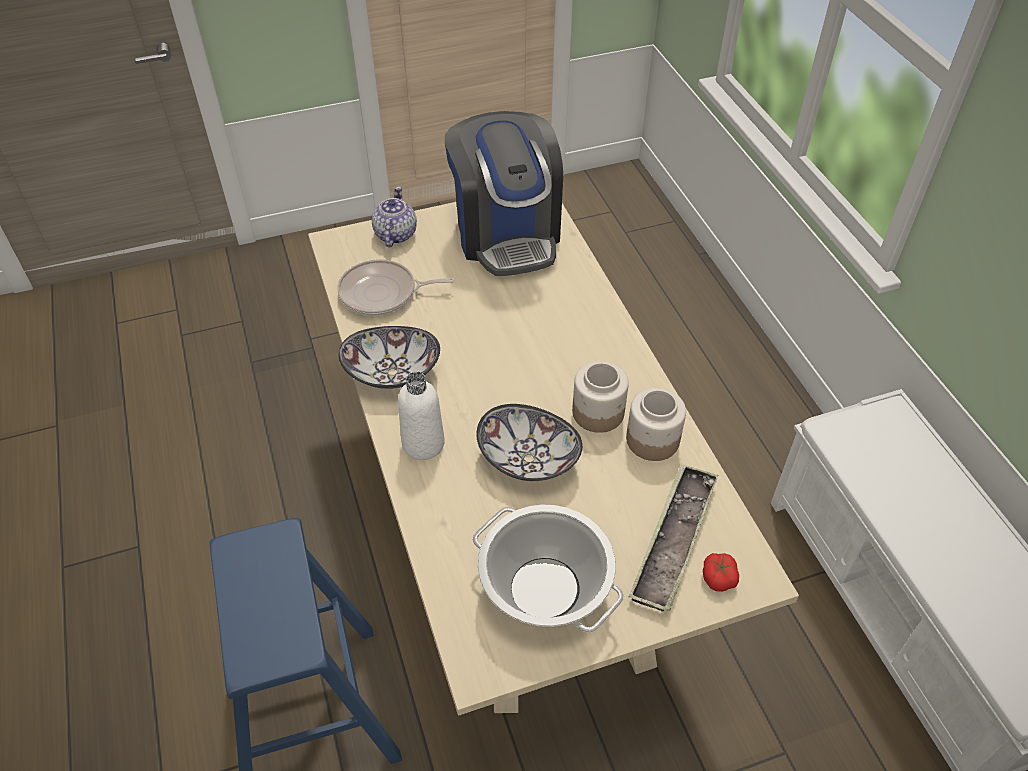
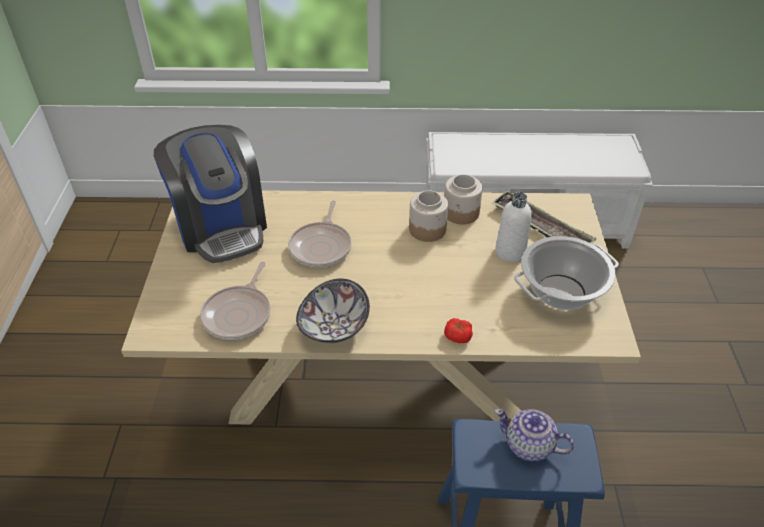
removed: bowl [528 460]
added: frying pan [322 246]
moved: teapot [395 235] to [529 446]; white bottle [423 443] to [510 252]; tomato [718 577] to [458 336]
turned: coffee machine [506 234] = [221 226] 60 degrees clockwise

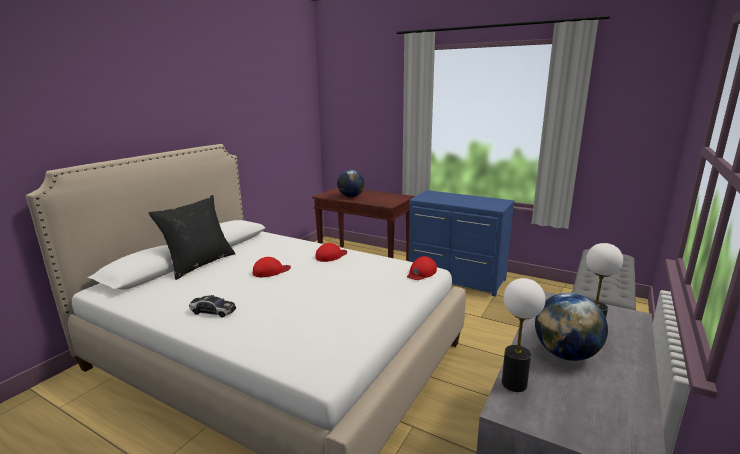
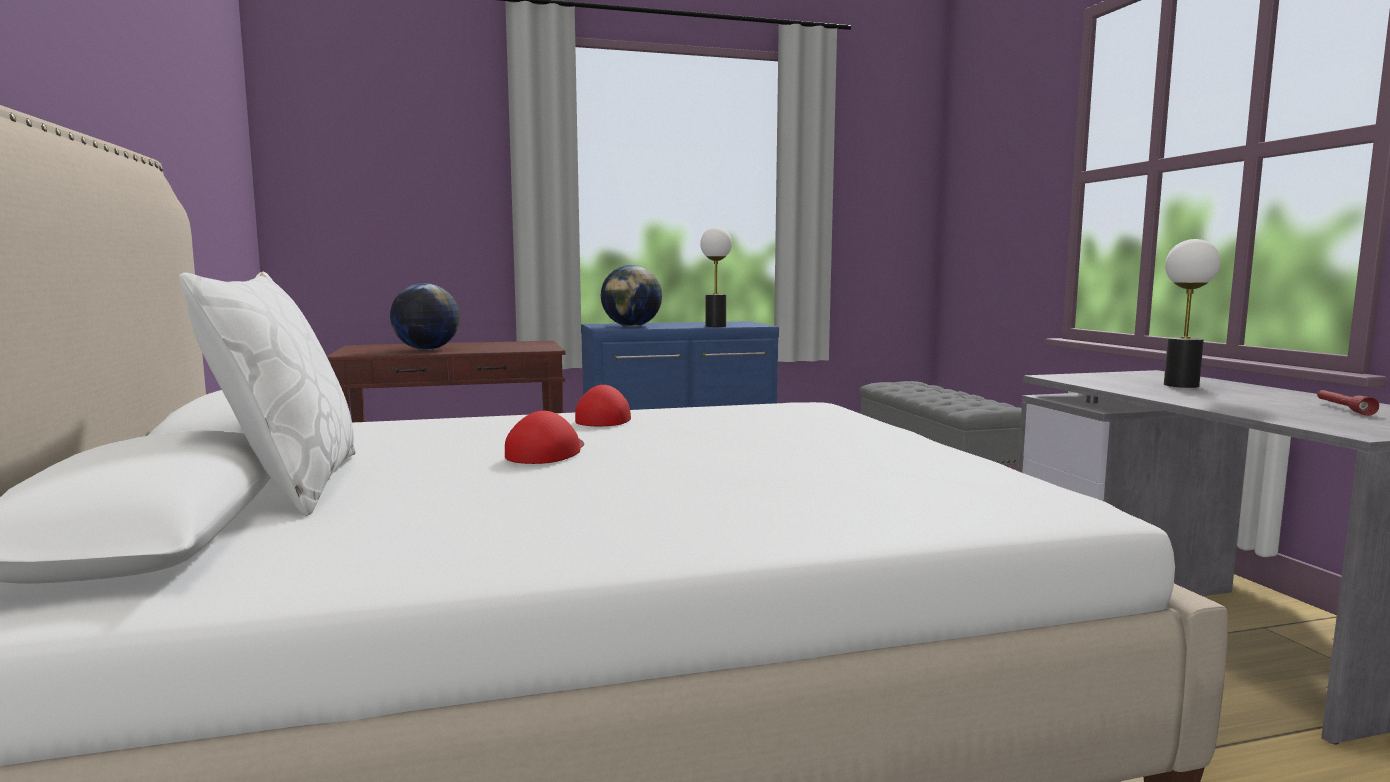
removed: toy car [213 311]; red cap [421 273]
added: red flashlight [1343 409]
moved: table lamp [513 383] to [715 326]; globe [566 354] to [632 326]
recoloured: black pillow [199 264] to white pillow [290 484]

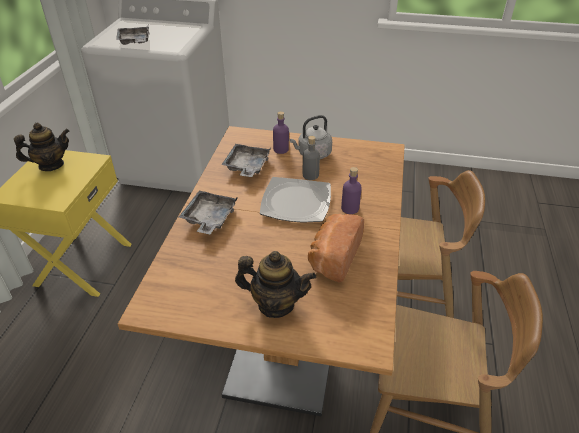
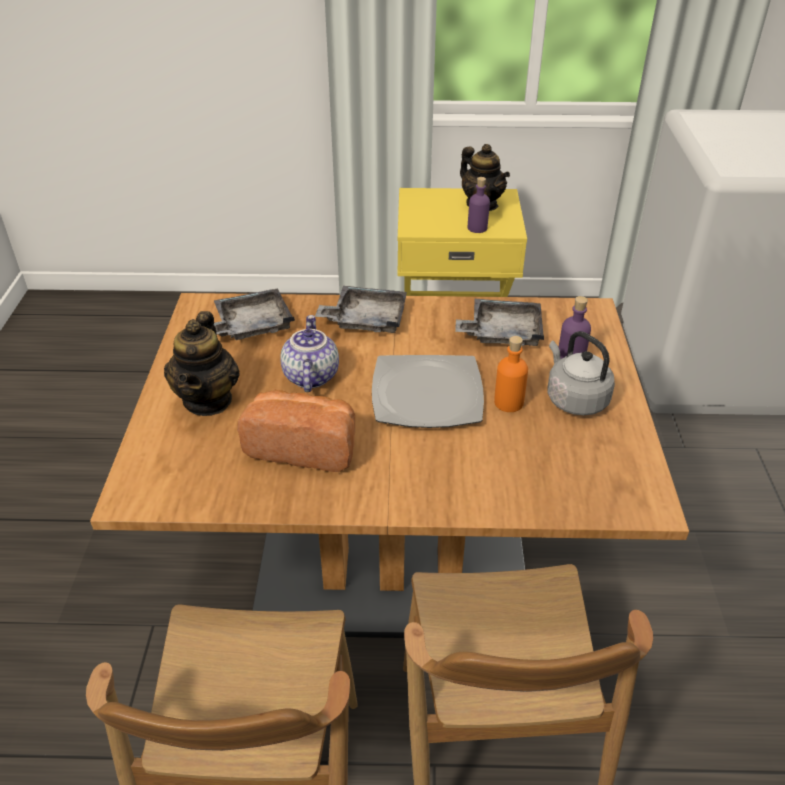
added: teapot [309 376]
moved: grey tray [134 41] to [251 326]; purple bottle [350 208] to [477 228]
recoloured: grey bottle [310 175] to orange bottle [508 402]

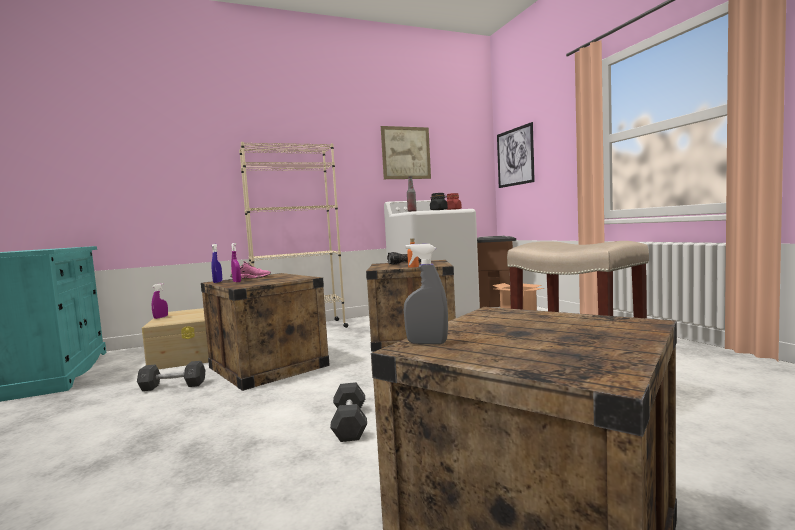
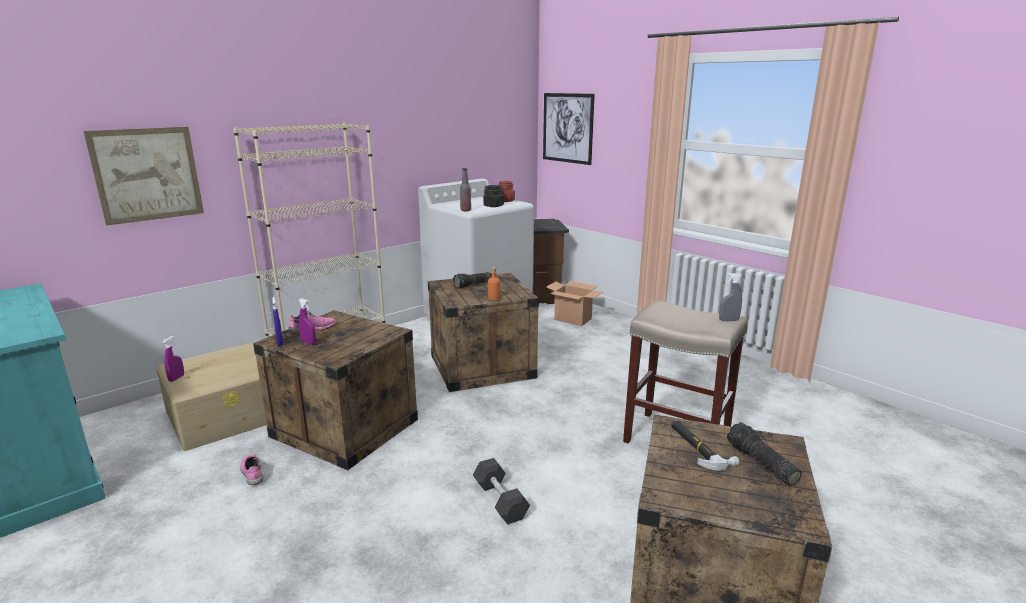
added: hammer [698 447]; flashlight [760 463]
moved: picture [406 153] to [147 174]; grey spray bottle [427 343] to [728 320]
replaced: grey dumbbell [173 386] to pink shoe [251 473]

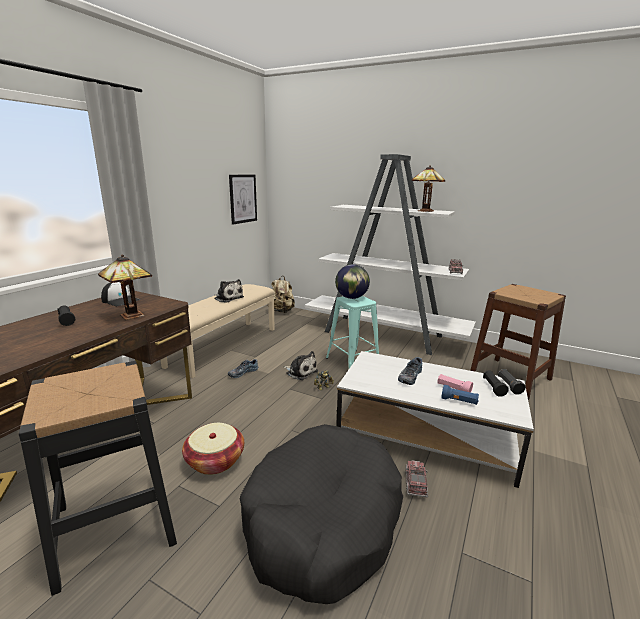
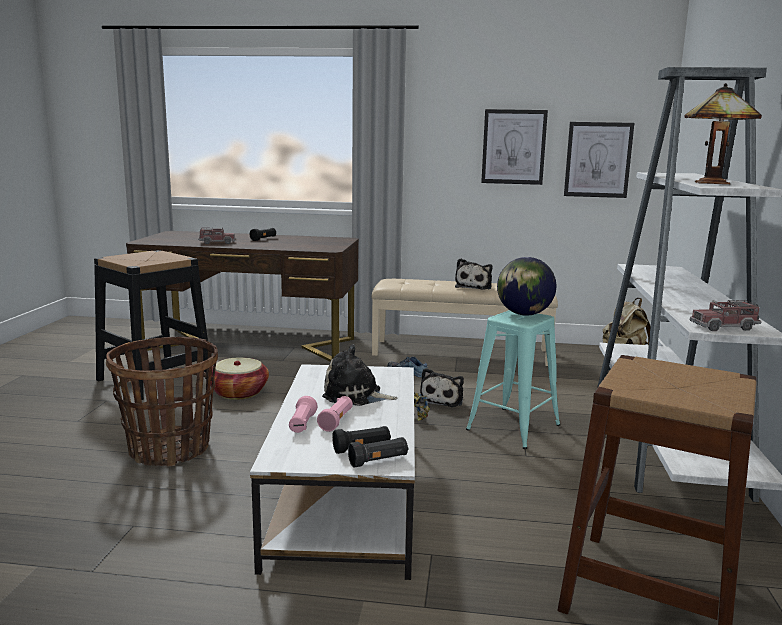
removed: table lamp [131 316]; cap [121 300]
added: picture [513 147]
moved: toy truck [415 483] to [217 242]
replaced: black dog bed [323 520] to basket [170 449]; shoe [409 376] to plush toy [355 395]
recoloured: blue flashlight [459 401] to pink flashlight [302 425]

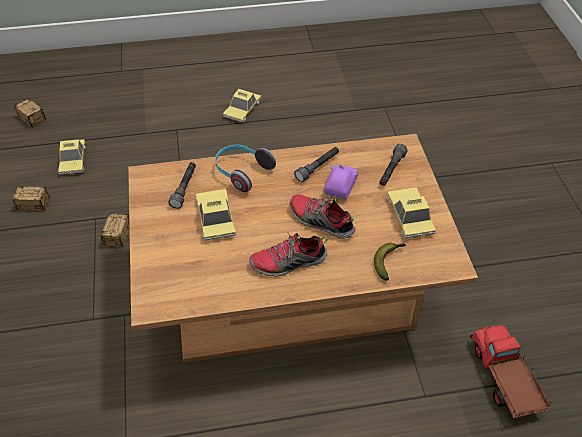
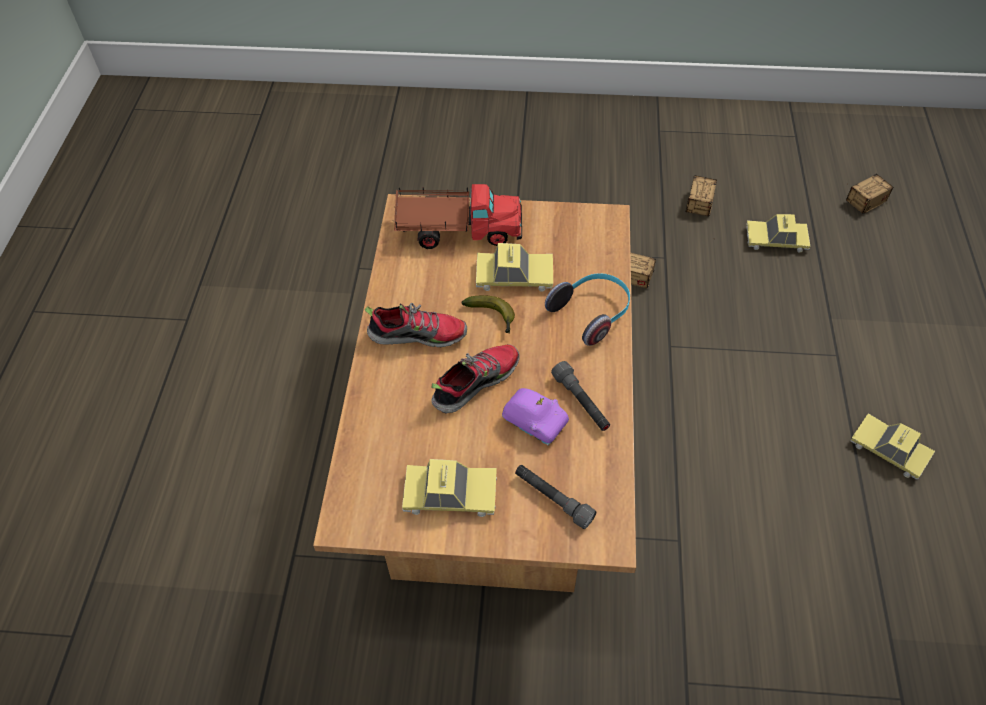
removed: grey flashlight [184 188]
moved: banana [388 261] to [493 317]; toy truck [504 379] to [457 229]
turned: shoe [288 263] = [418 334] 90 degrees clockwise

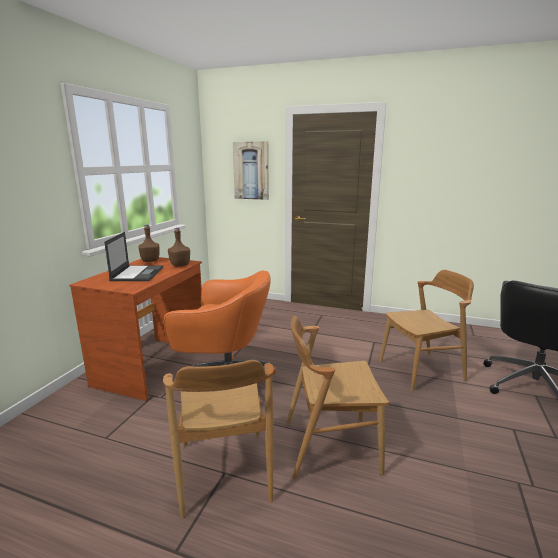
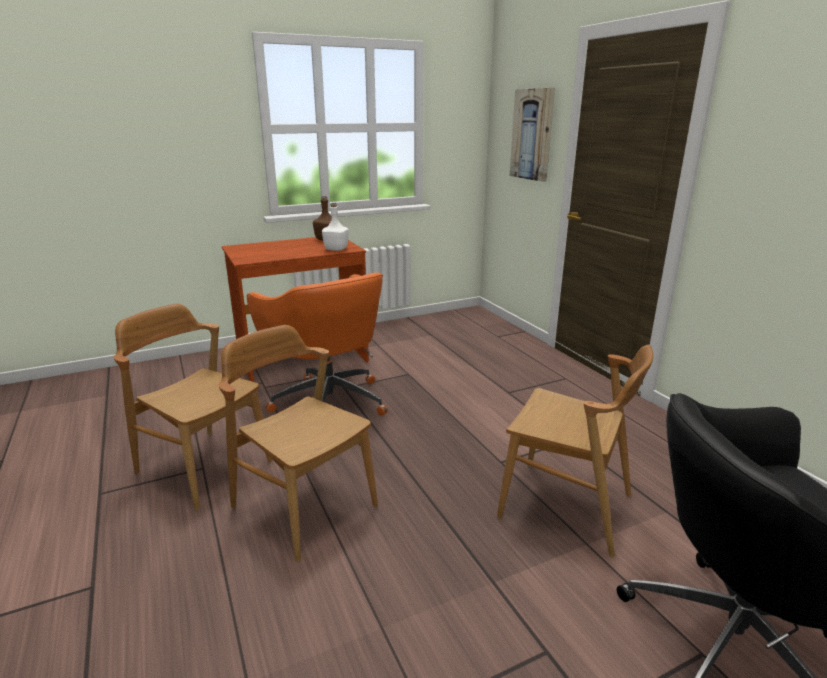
removed: laptop [137 273]
recoloured: brown bottle [180 265] to white bottle [336 249]
turned: brown chair [224 471] = [204 467] 90 degrees clockwise

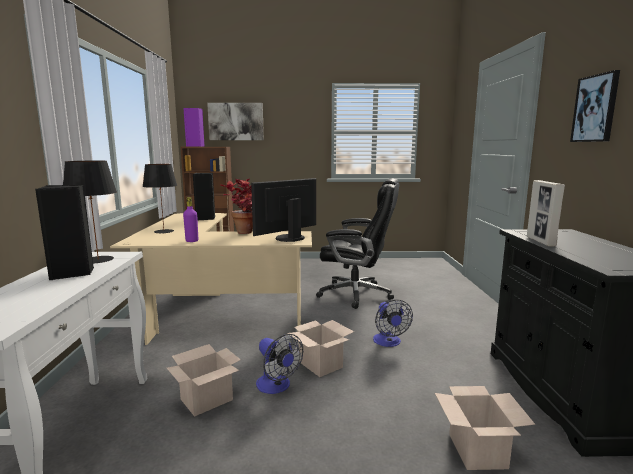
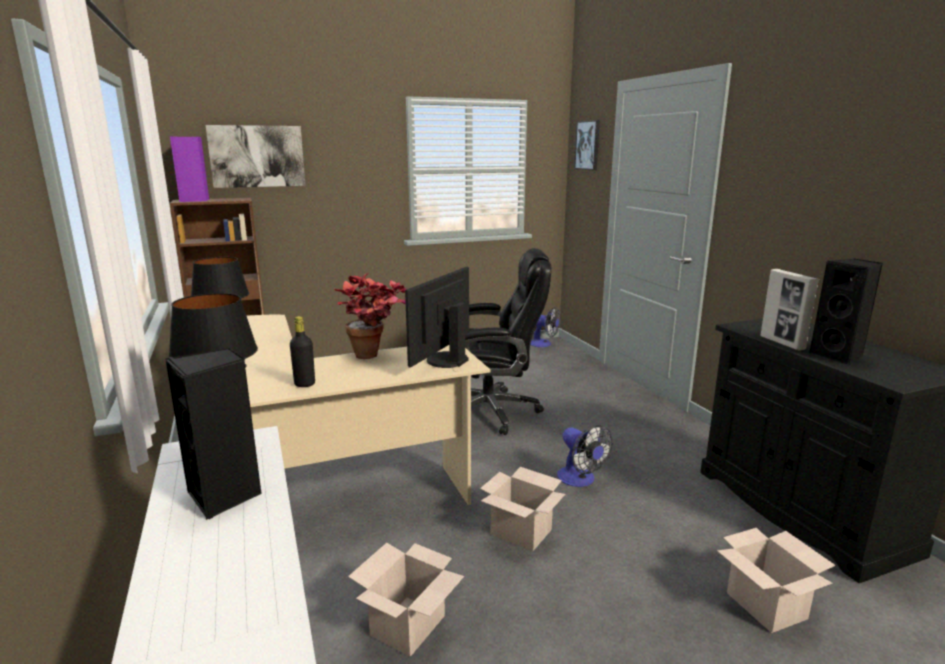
moved: black speaker [205 218] to [839 356]; fan [277 386] to [544 344]; picture [595 108] to [587 145]
recoloured: purple bottle [192 241] to black bottle [304 384]

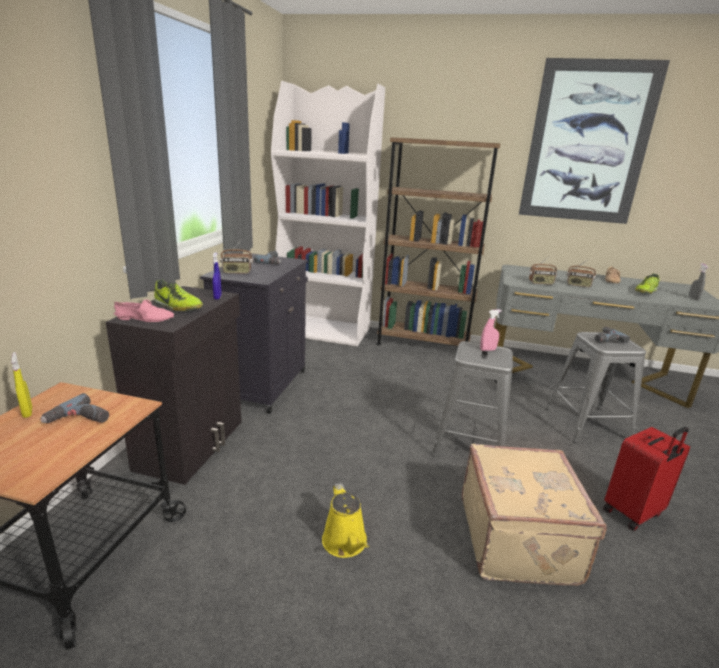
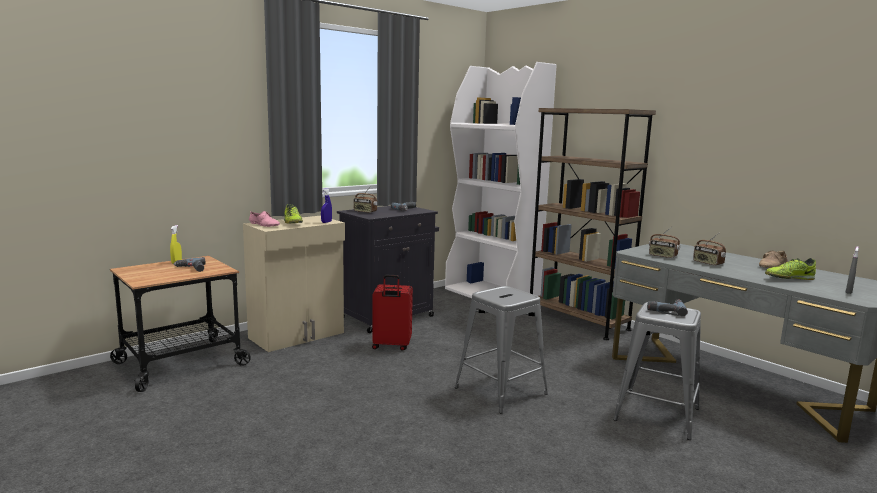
removed: yellow watering can [346 543]; beige suitcase [519 539]; pink spray bottle [488 350]; picture [587 143]
moved: red suitcase [633 513] to [391 346]
recoloured: black cabinet [193 444] to beige cabinet [298 335]

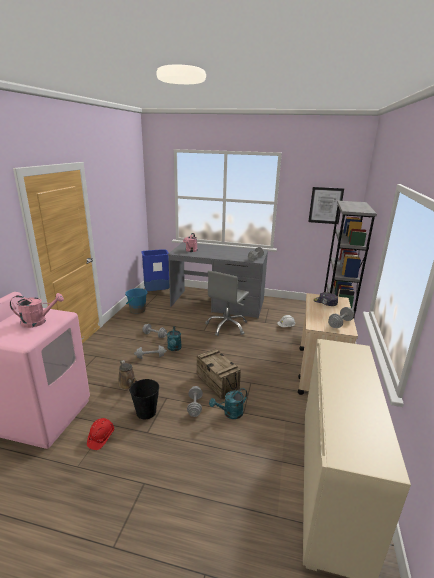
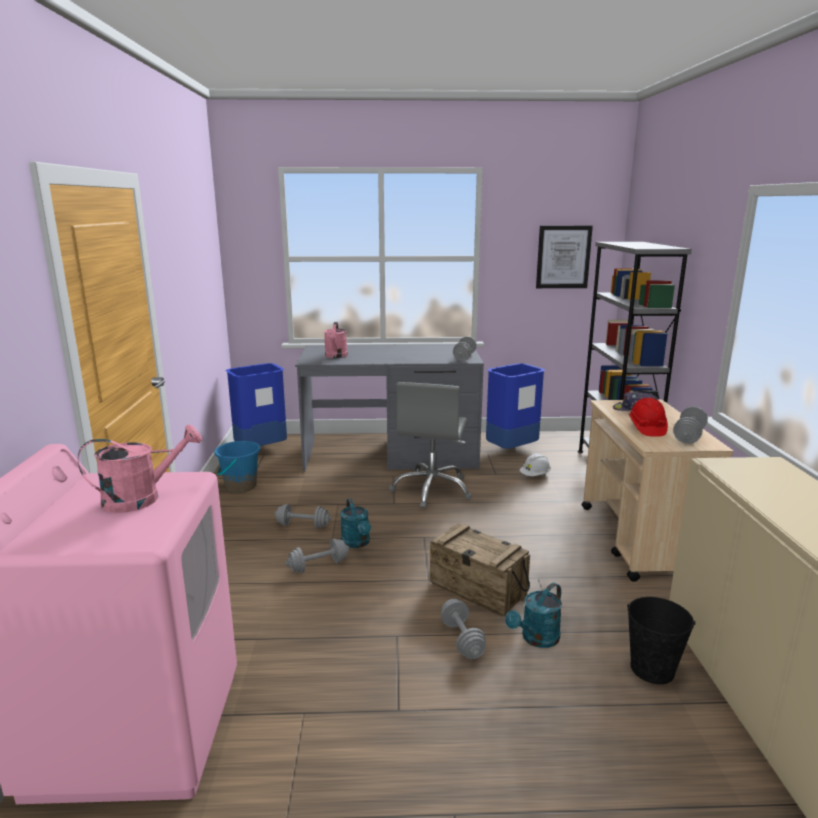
removed: brown watering can [128 384]
added: blue trash can [512 450]
moved: red hard hat [101 438] to [646 428]; black bucket [146 412] to [652 668]

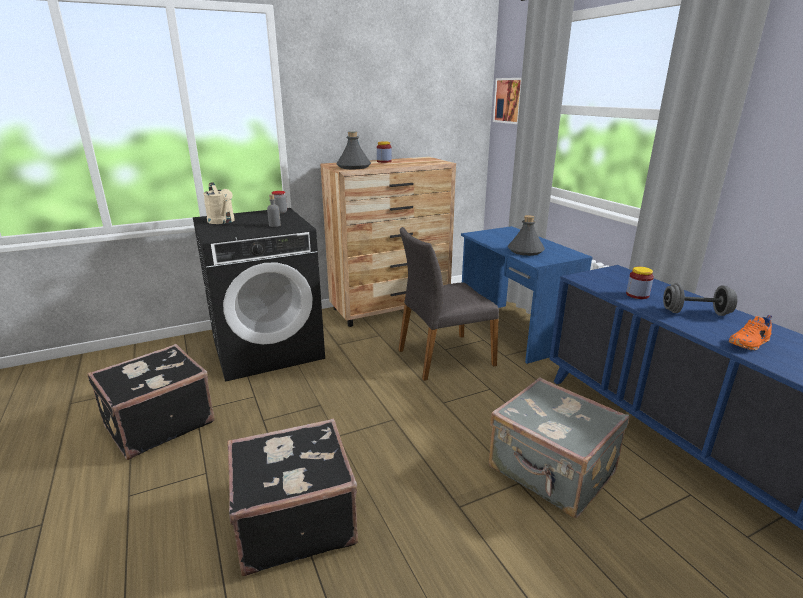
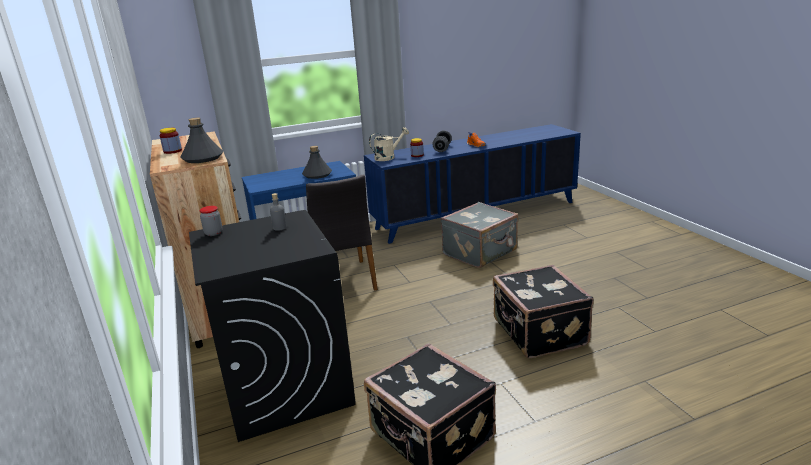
removed: picture [510 100]
moved: beige watering can [222 222] to [388 157]

